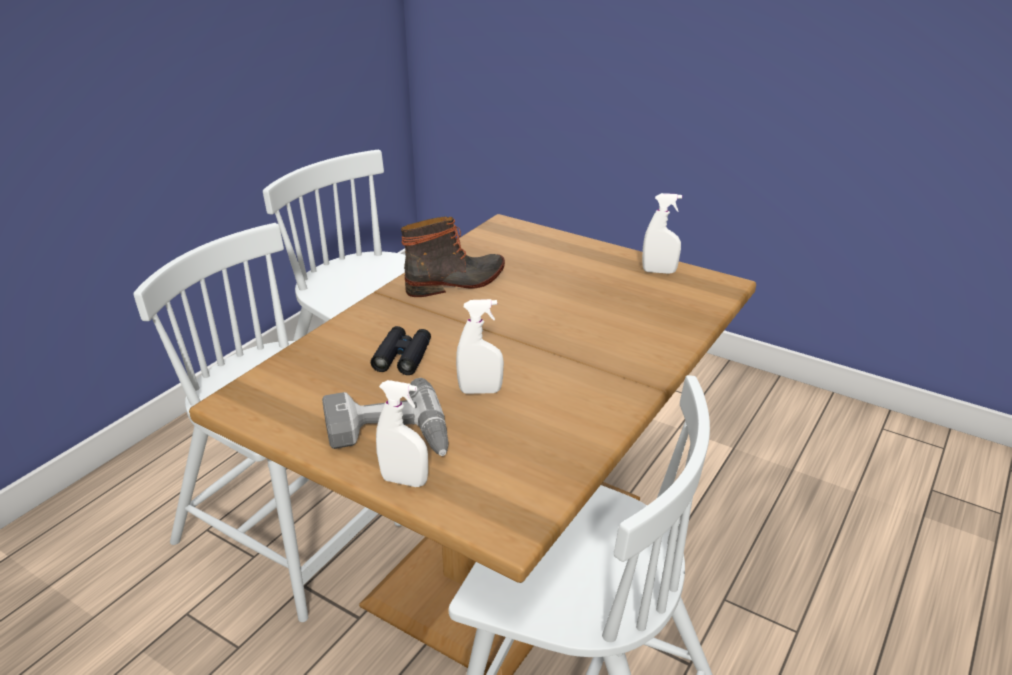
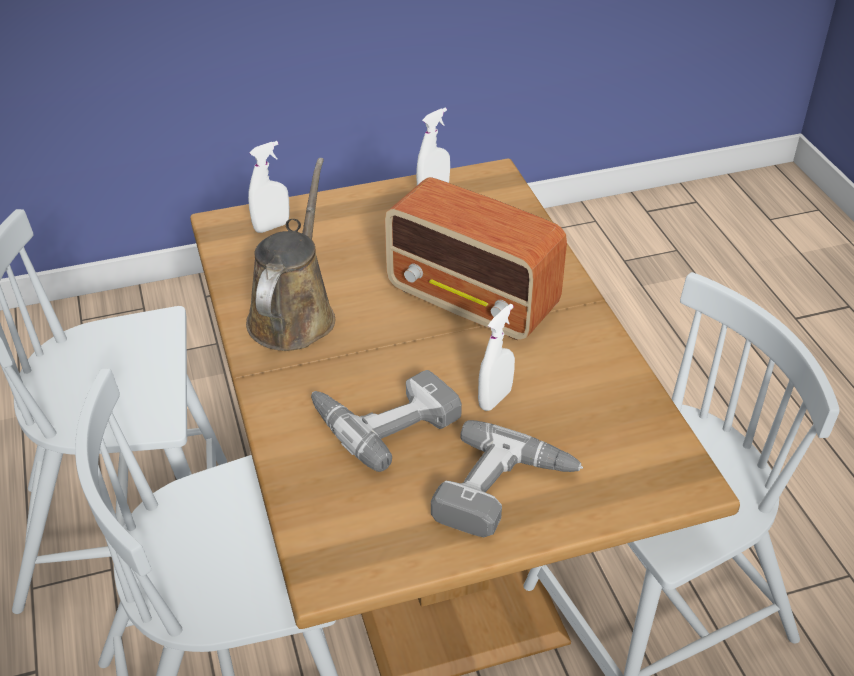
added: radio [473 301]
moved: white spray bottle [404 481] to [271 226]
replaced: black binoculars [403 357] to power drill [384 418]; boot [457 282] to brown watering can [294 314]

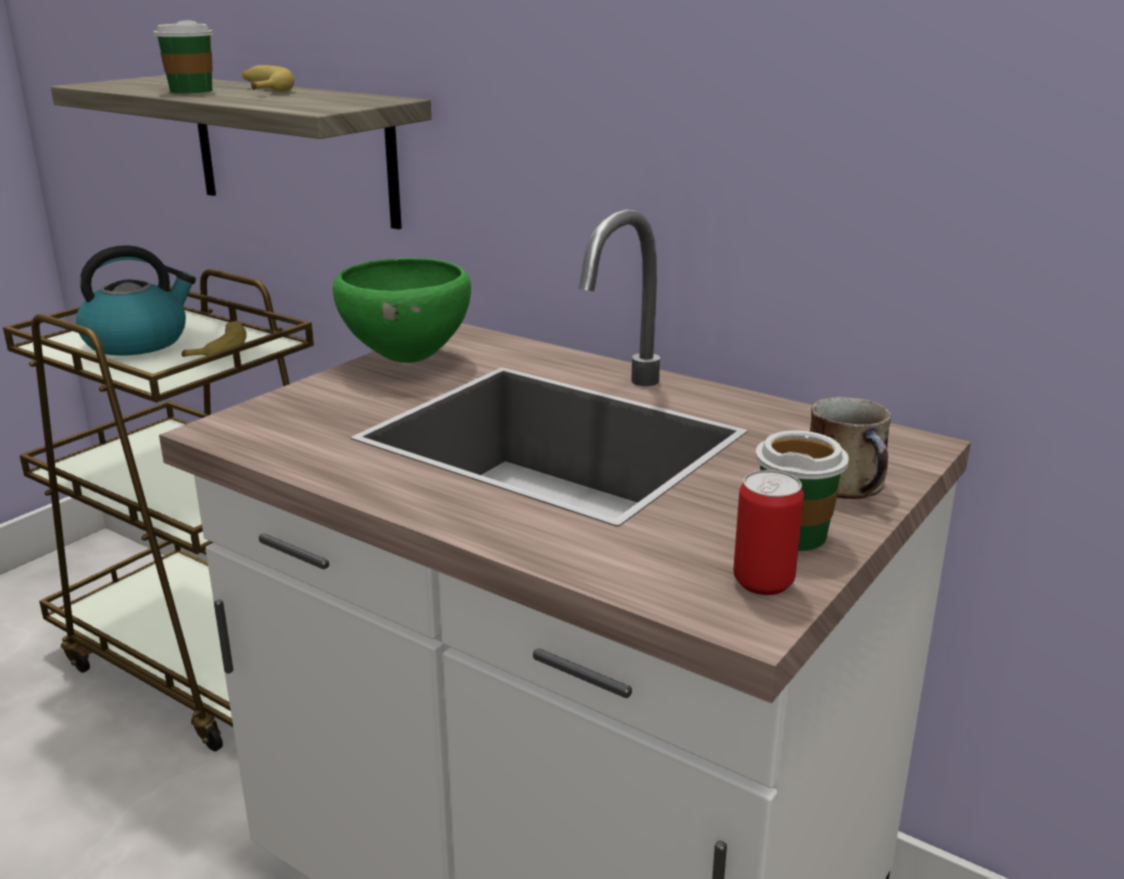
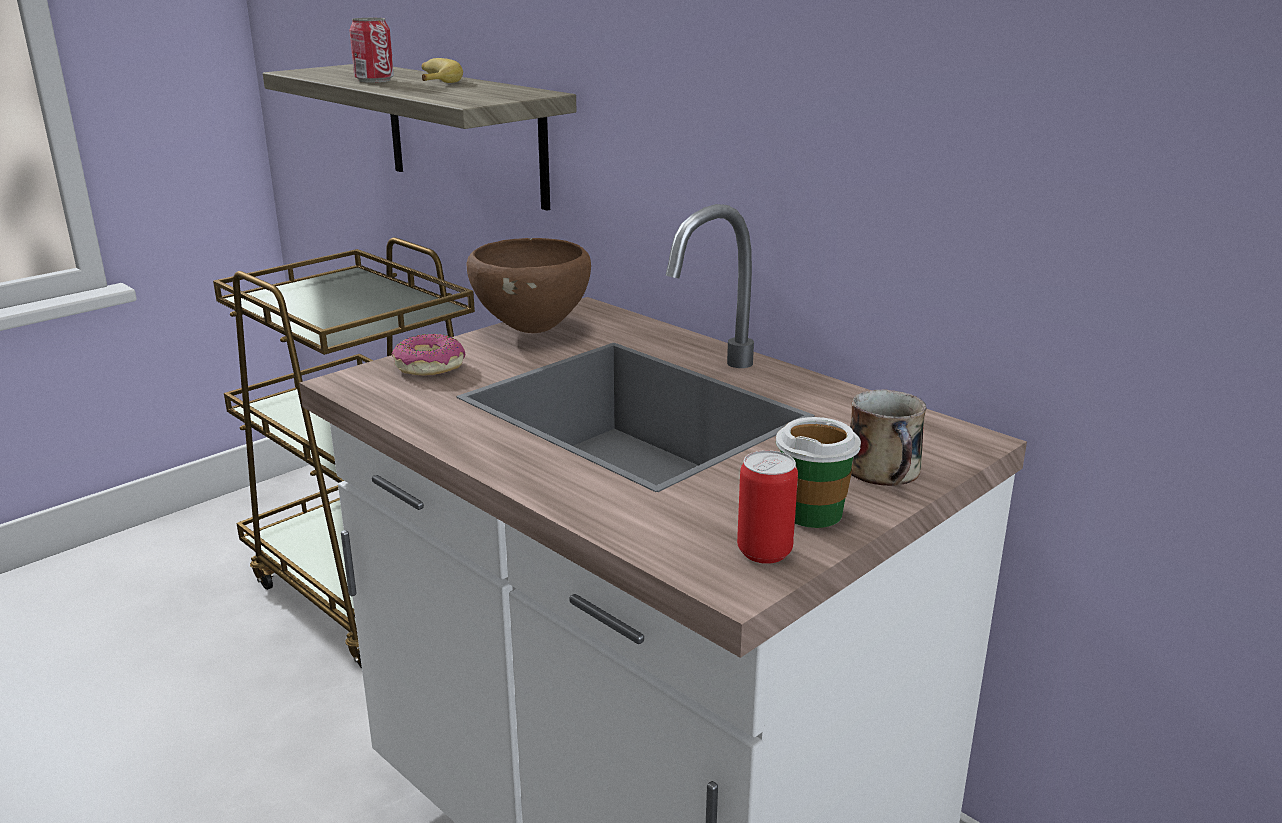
removed: kettle [138 342]; banana [220 348]
added: donut [429 367]
replaced: cup [191 91] to can [374 80]
recoloured: green bowl [408 360] to brown bowl [533 330]

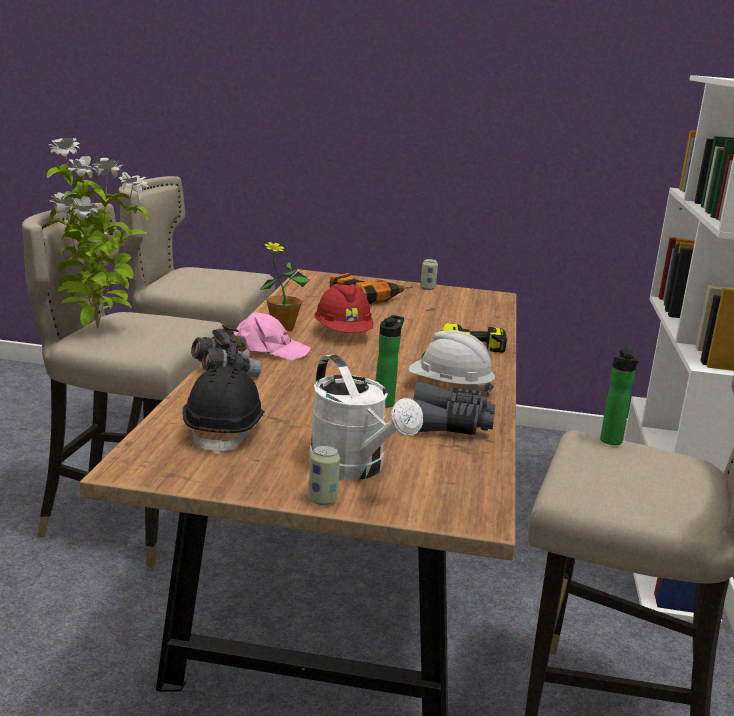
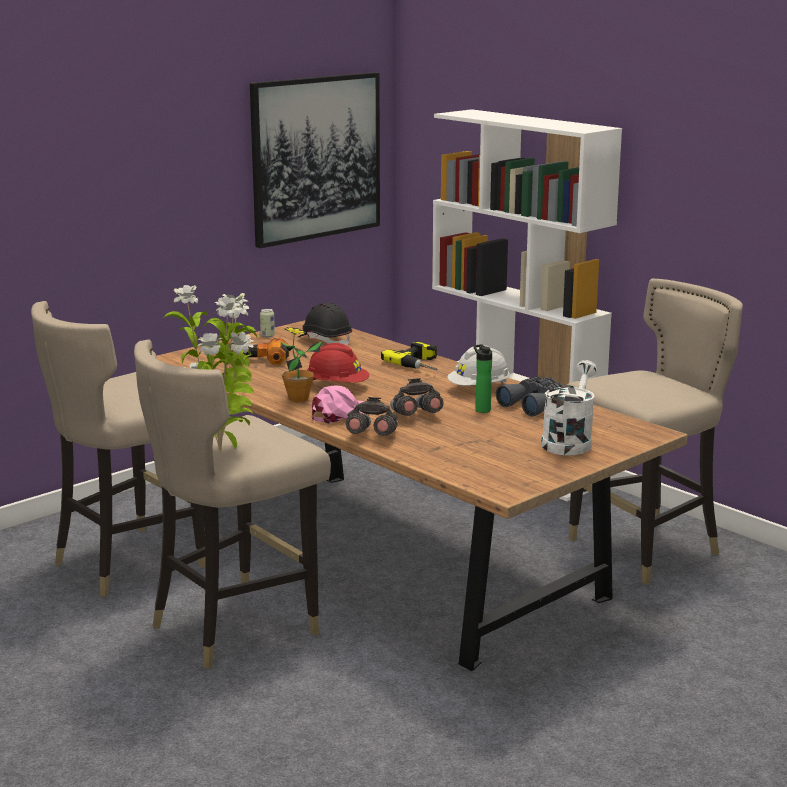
removed: can [322 500]; bottle [612 442]
added: picture [316 158]; grey binoculars [415 416]
moved: black hard hat [225 432] to [325 341]
turned: white watering can [354 469] = [569 441] 75 degrees counterclockwise

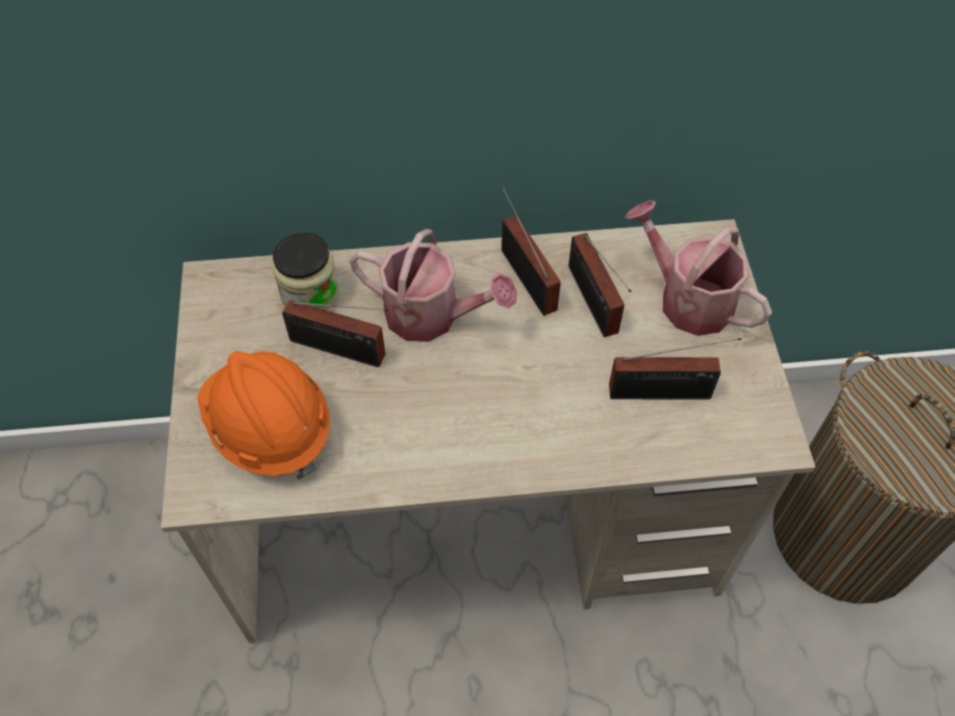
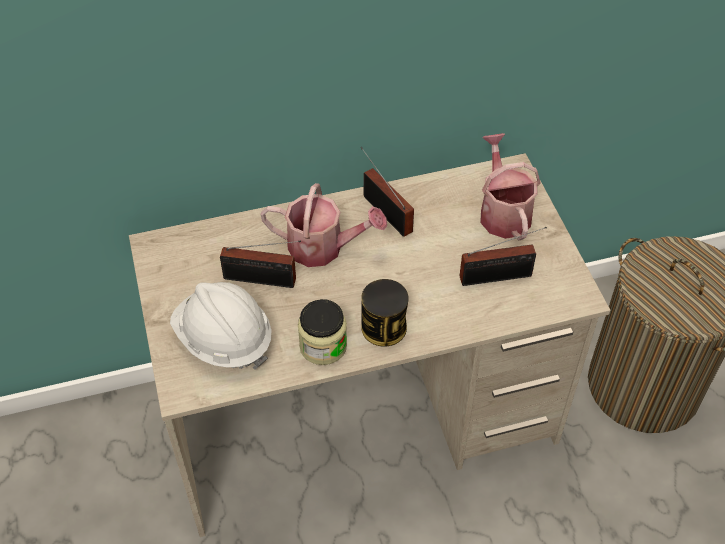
removed: radio [593 304]
added: can [383 327]
moved: jar [310 293] to [323 346]
recoloured: orange hard hat [269 428] to white hard hat [224 339]
turned: watering can [687 299] = [503 212] 45 degrees clockwise

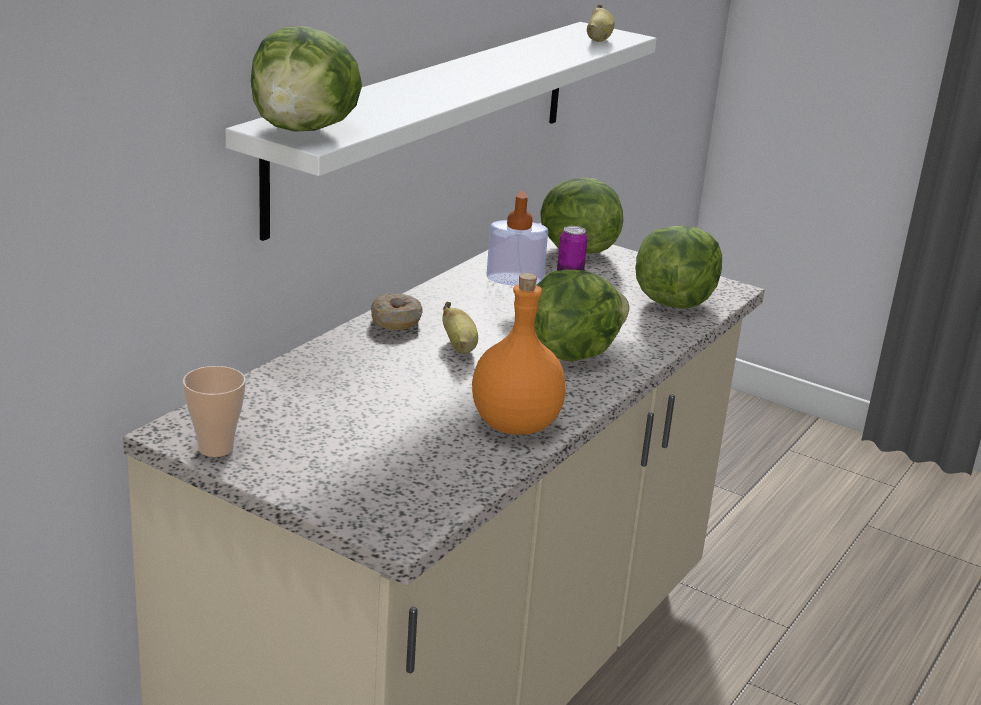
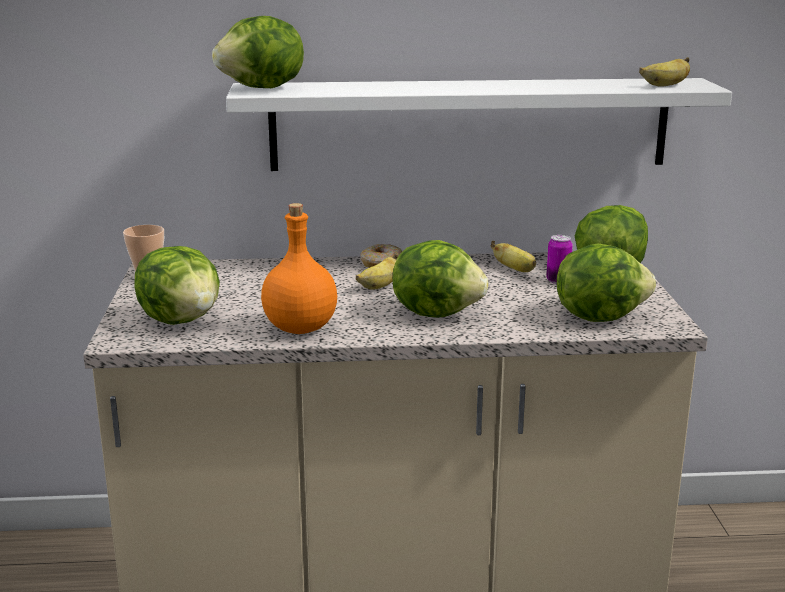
added: lettuce [182 320]
replaced: soap dispenser [514 279] to banana [515 270]

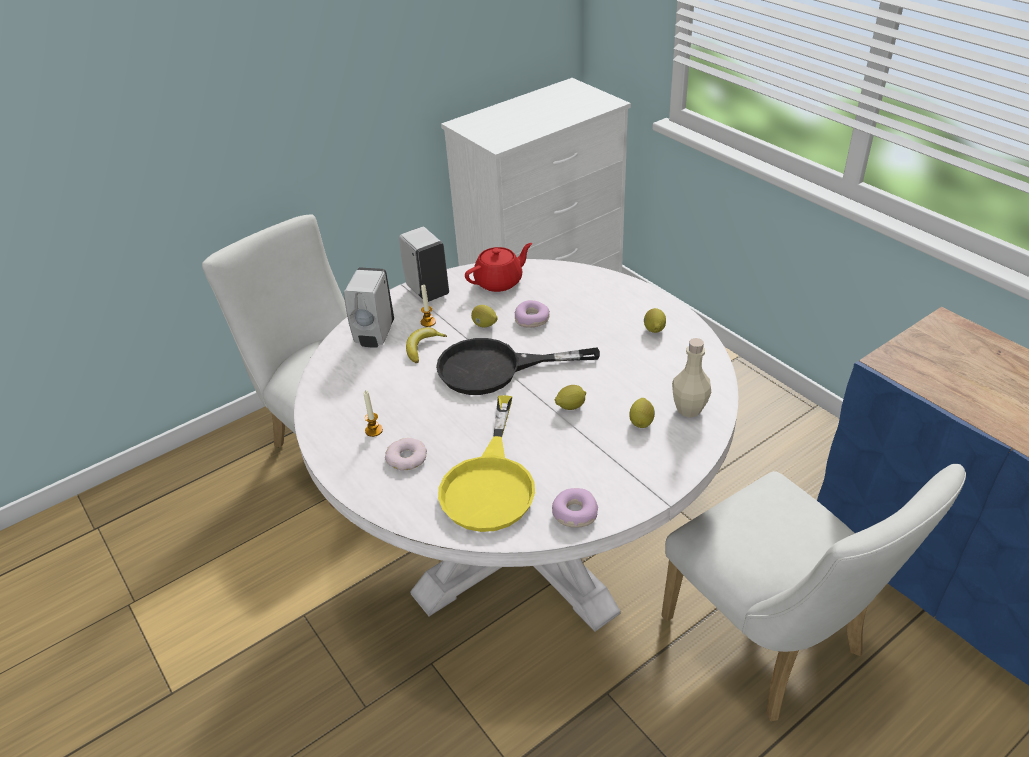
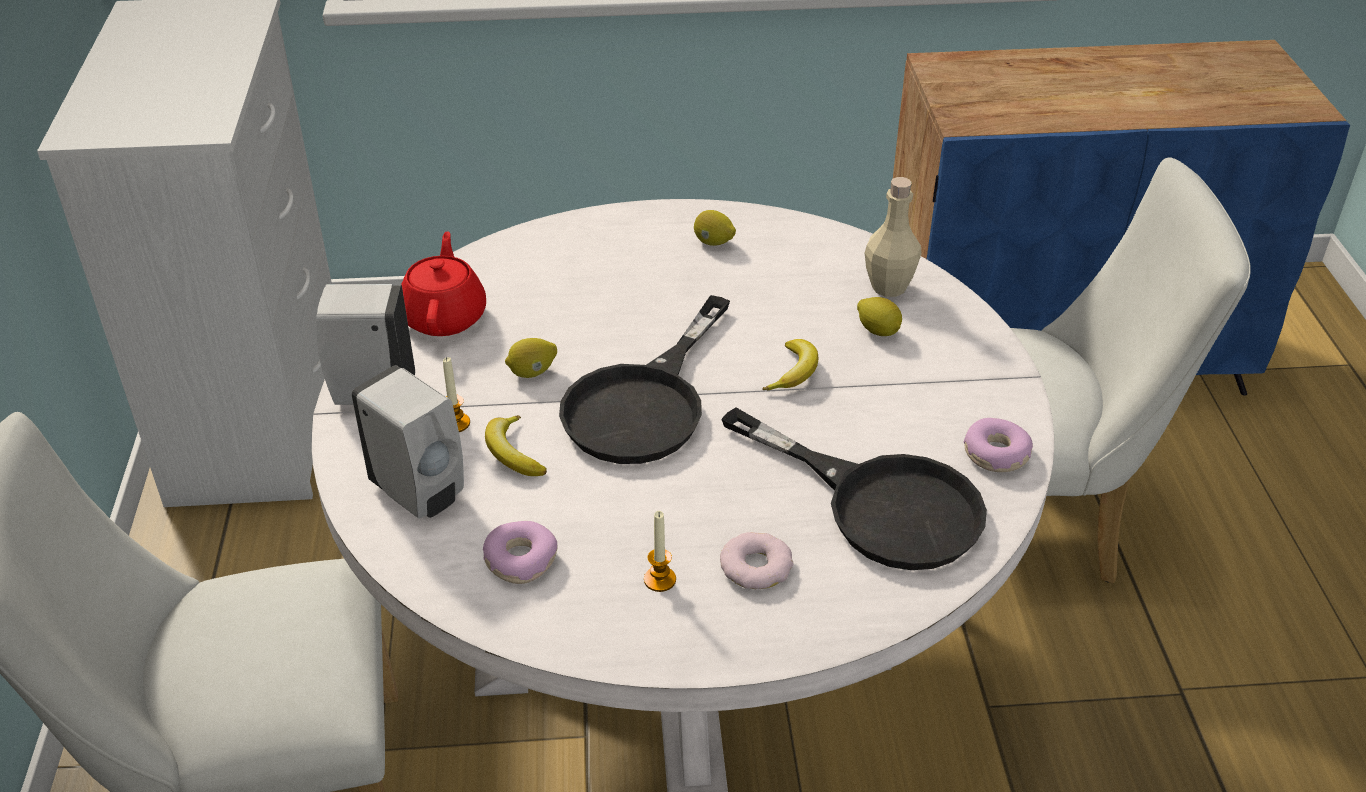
moved: donut [532 319] to [520 560]
replaced: lemon [570 406] to banana [794 372]
recoloured: yellow frying pan [490 482] to black frying pan [880 504]

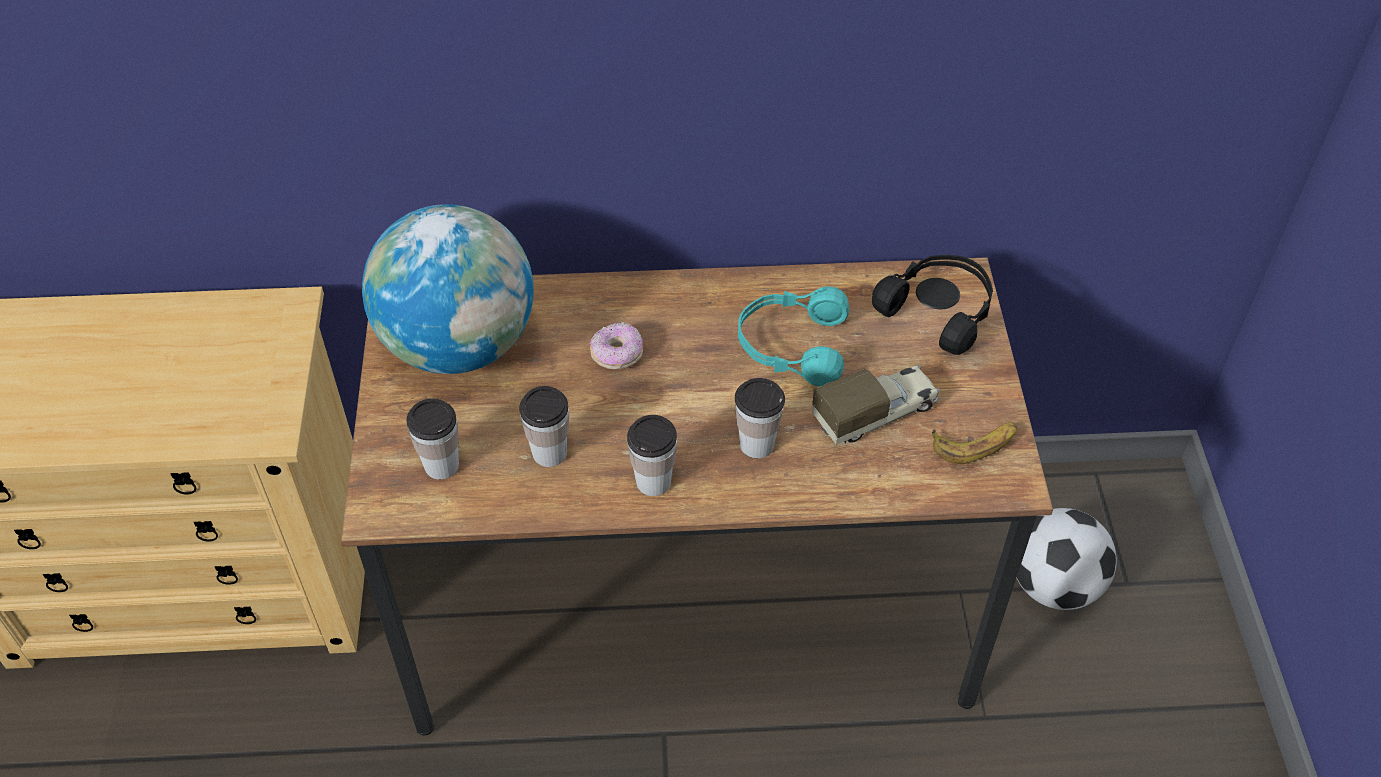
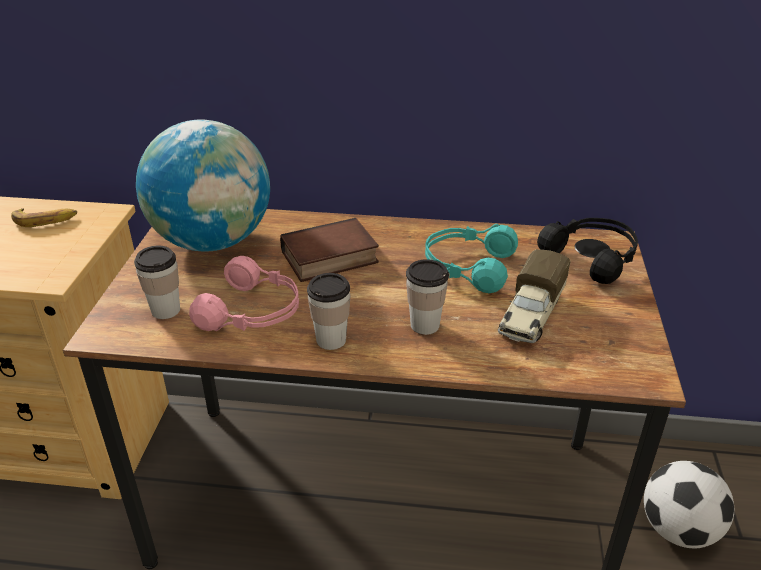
moved: banana [975 444] to [46 220]
replaced: cup [549 453] to pink headphones [253 312]; donut [617 355] to book [329 259]
turned: toy truck [876 414] = [530 316] 135 degrees clockwise

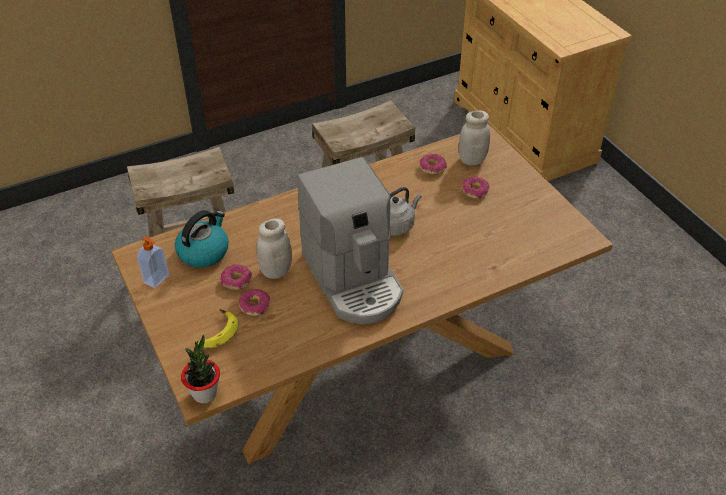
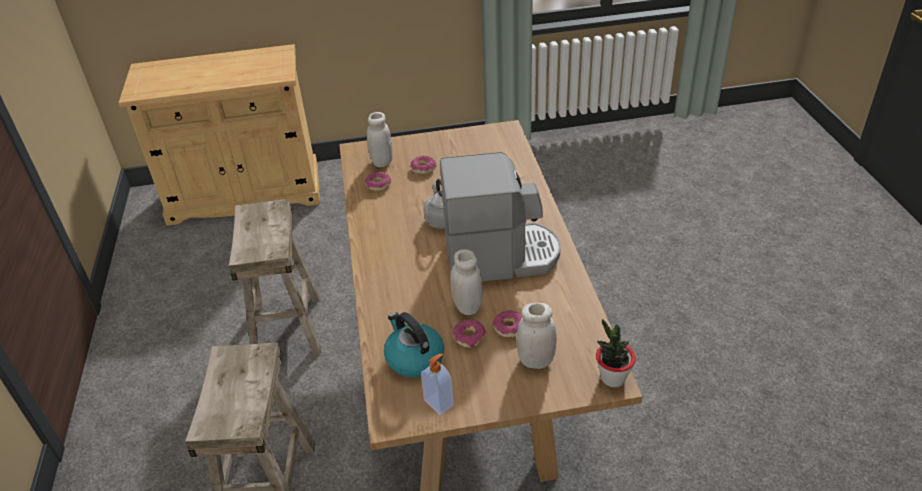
replaced: banana [216 332] to white jar [536 360]

